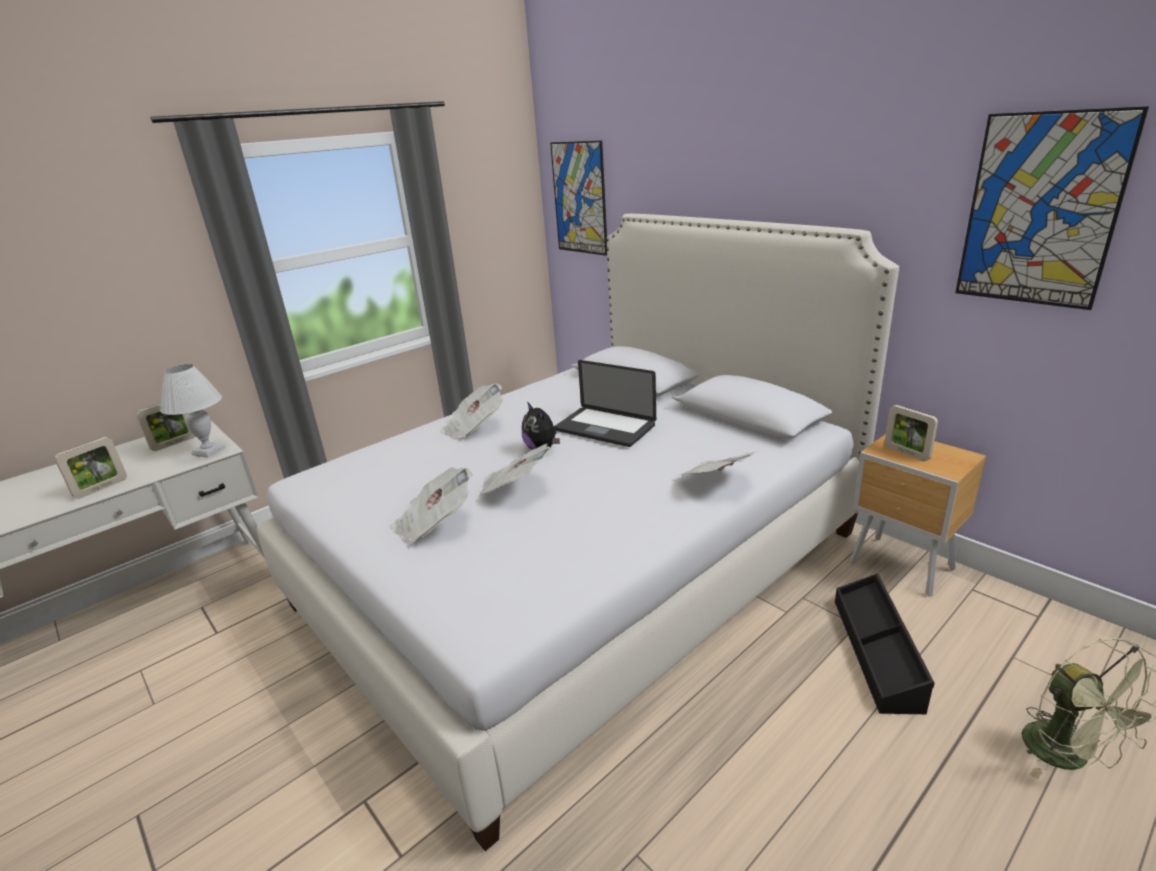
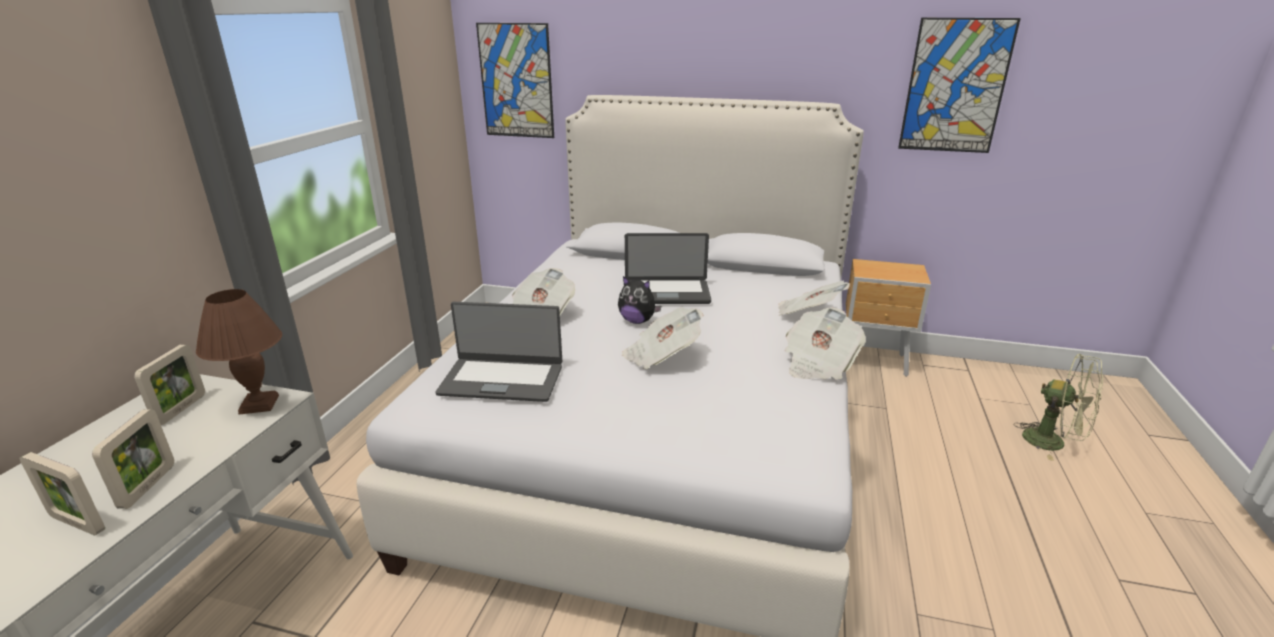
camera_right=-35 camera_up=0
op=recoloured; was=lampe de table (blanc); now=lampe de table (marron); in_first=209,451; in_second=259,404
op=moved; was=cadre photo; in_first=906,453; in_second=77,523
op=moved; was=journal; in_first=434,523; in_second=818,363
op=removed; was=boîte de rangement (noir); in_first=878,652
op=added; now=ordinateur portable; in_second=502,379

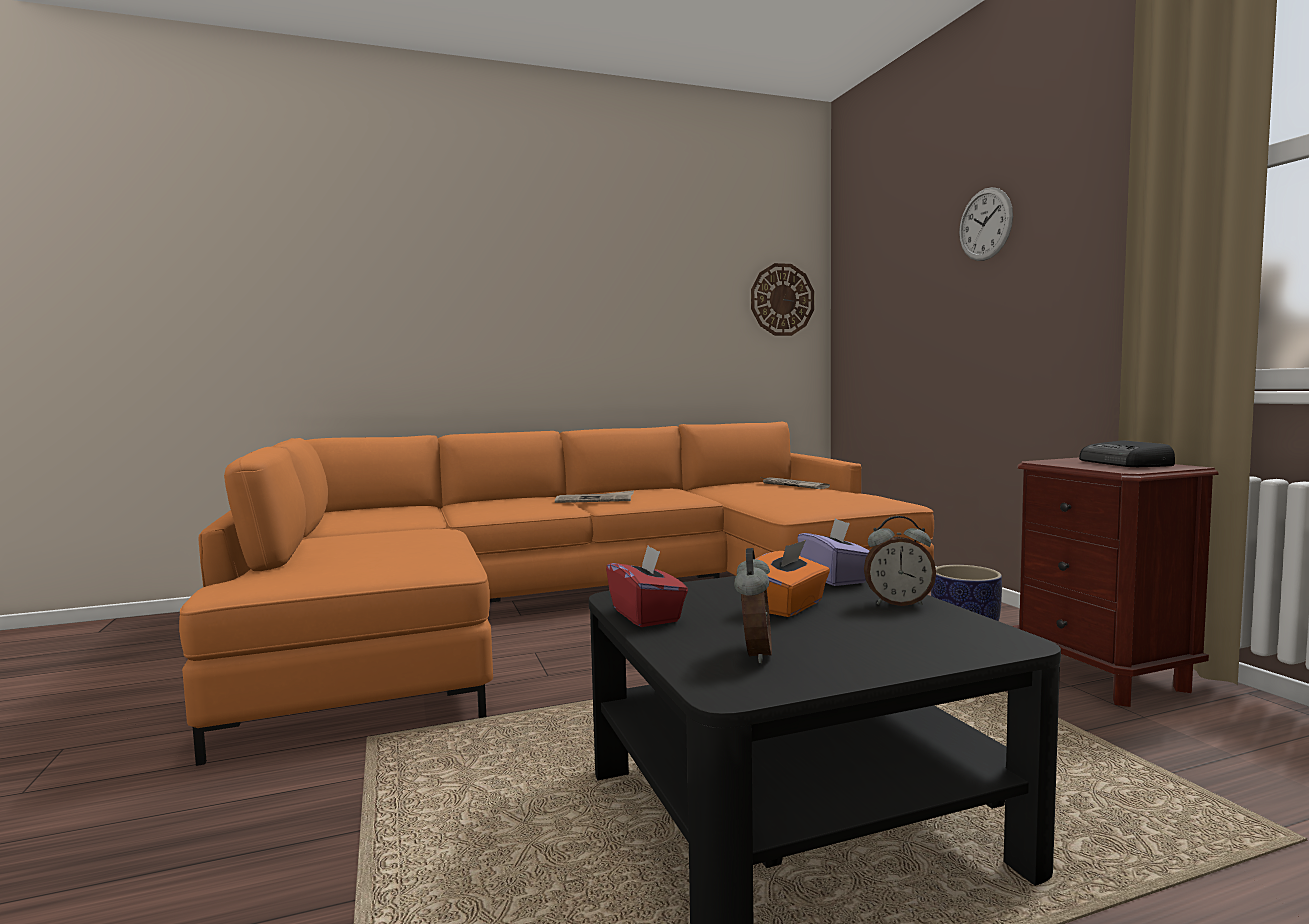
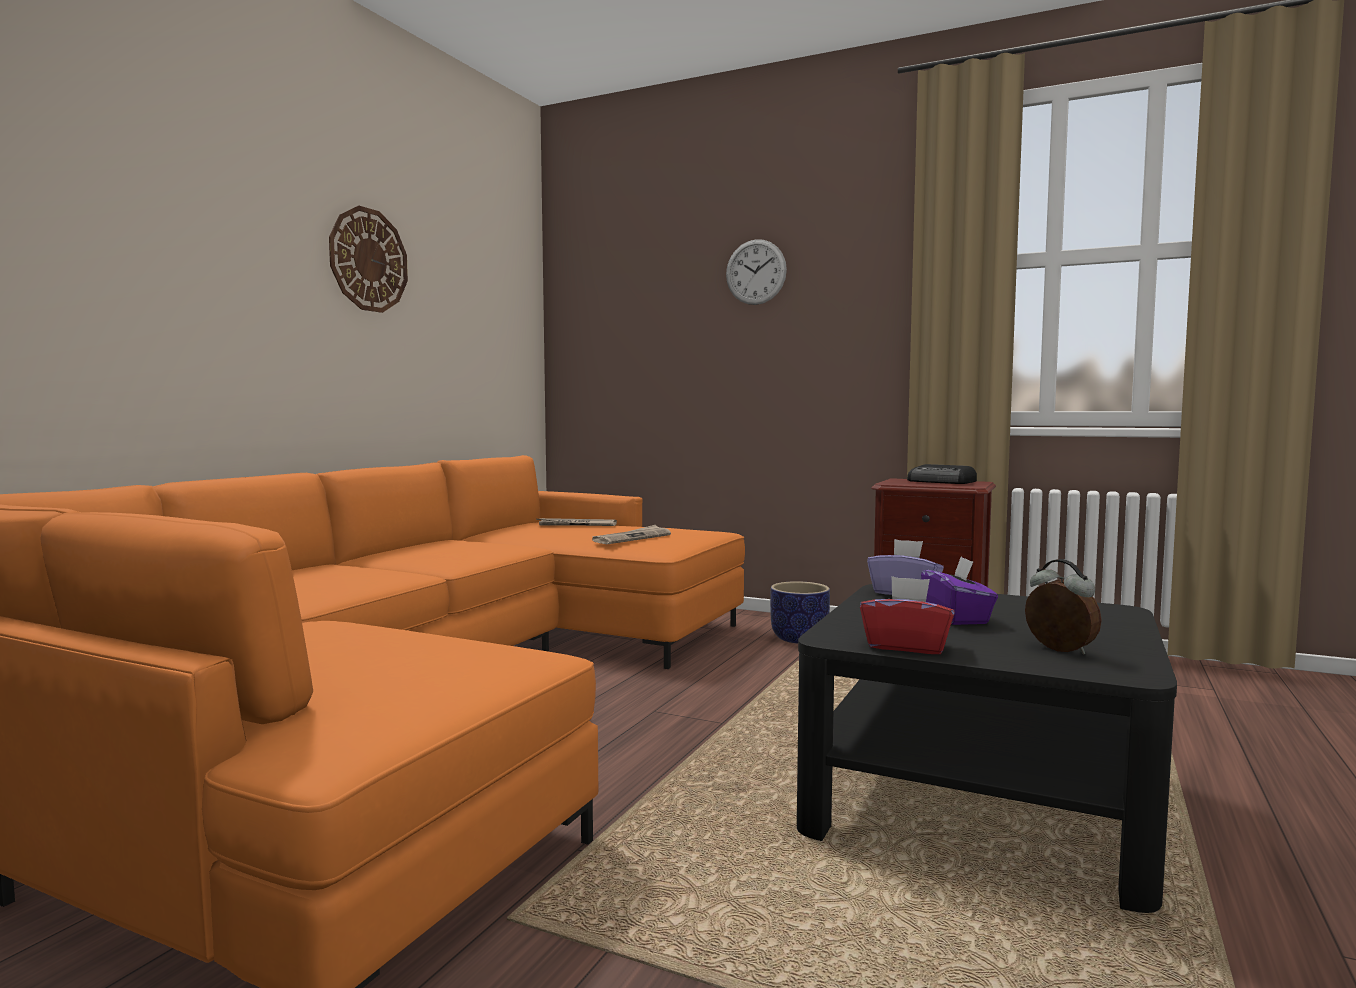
camera_right=-45 camera_up=0
op=moved; was=horloge murale; in_first=782,300; in_second=368,260
op=moved; was=journal; in_first=595,500; in_second=632,538
op=removed; was=réveil; in_first=898,603
op=recoloured; was=boîte à mouchoirs (orange); now=boîte à mouchoirs (violet); in_first=788,606; in_second=957,617

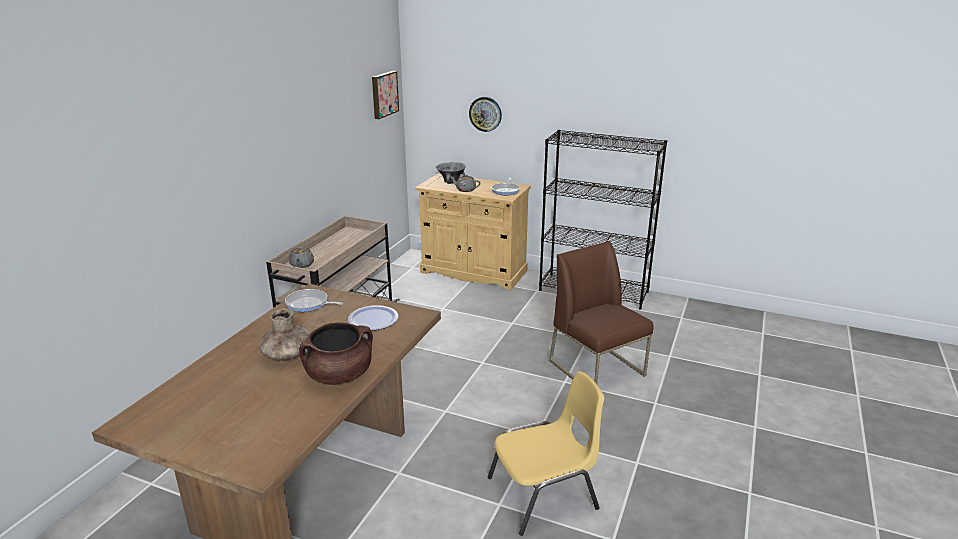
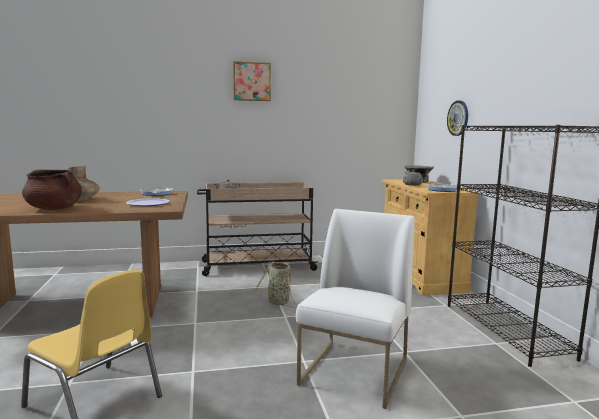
camera_right=55 camera_up=-15
op=moved; was=tableau; in_first=383,94; in_second=251,81
op=recoloured; was=chaise (marron); now=chaise (blanc); in_first=597,368; in_second=355,372
op=added; now=panier; in_second=279,303

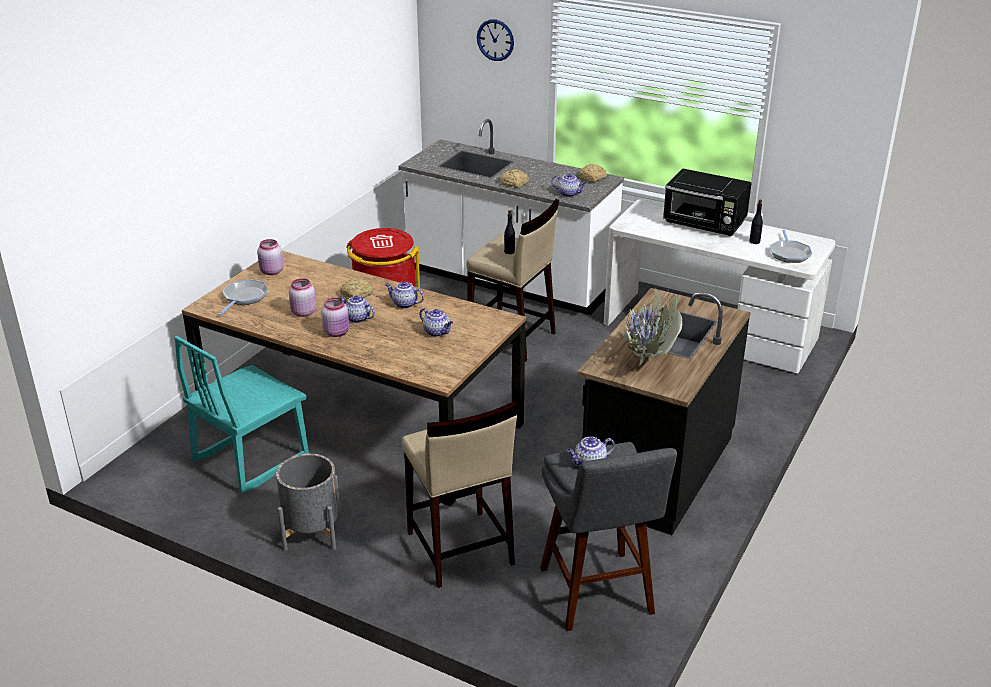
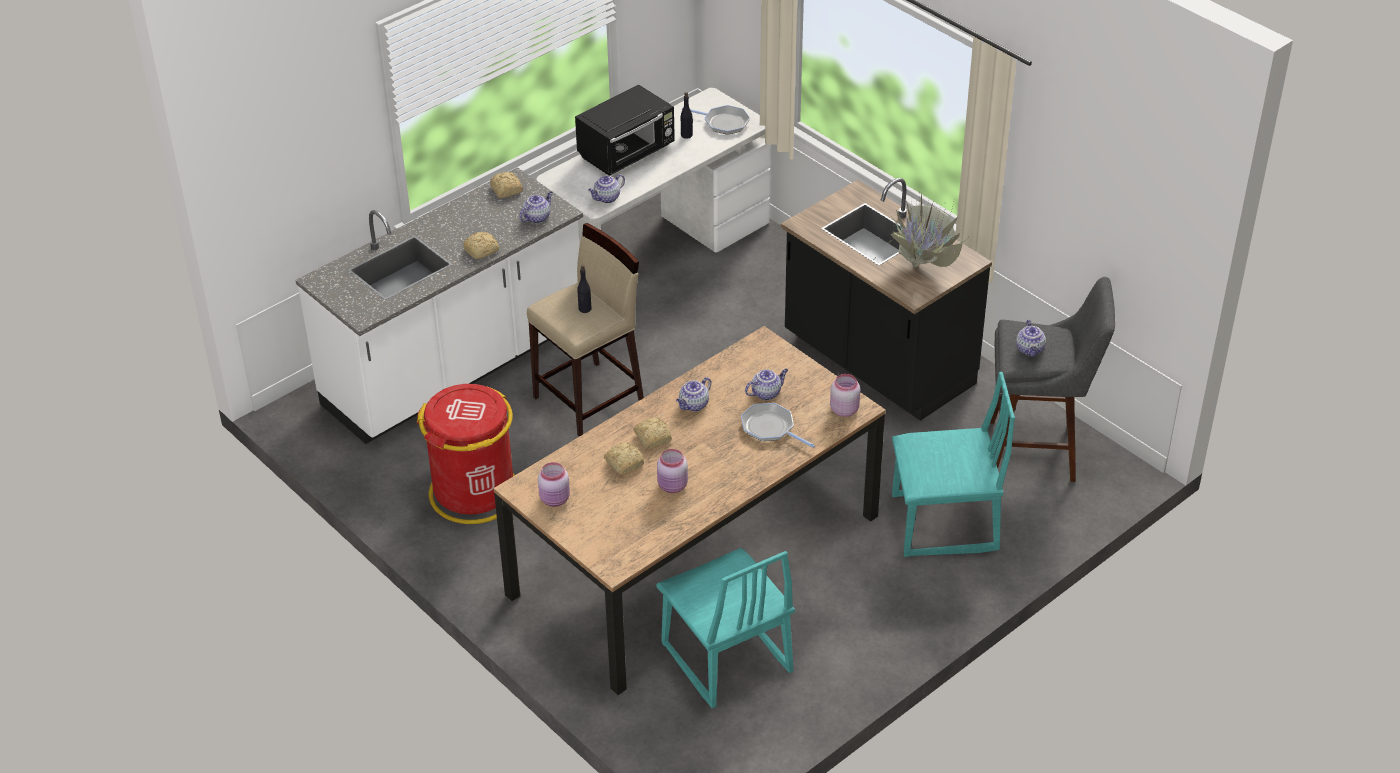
camera_right=-70 camera_up=10
op=removed; was=horloge murale; in_first=495,40
op=moved; was=poêle; in_first=244,297; in_second=770,428
op=moved; was=théière; in_first=357,318; in_second=606,198
op=moved; was=bocal (rose); in_first=337,332; in_second=844,409
op=replaced; was=tabouret (beige); now=chaise (turquoise); in_first=459,549; in_second=944,524
op=removed; was=cache-pot (gris); in_first=312,532
op=added; now=pain; in_second=624,462

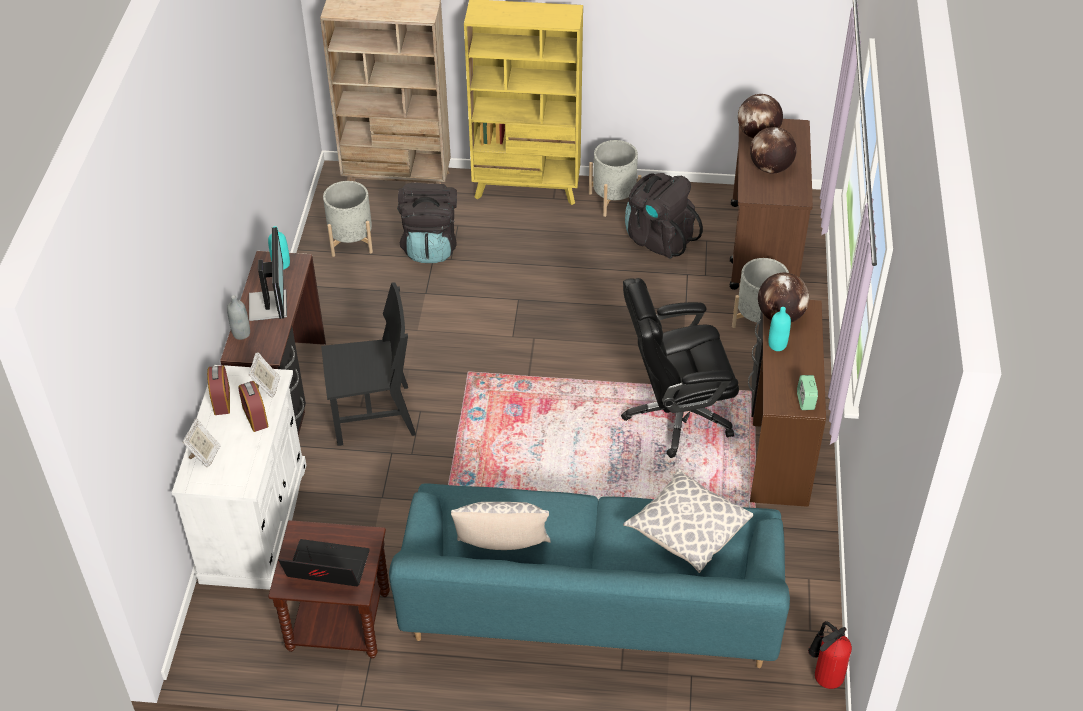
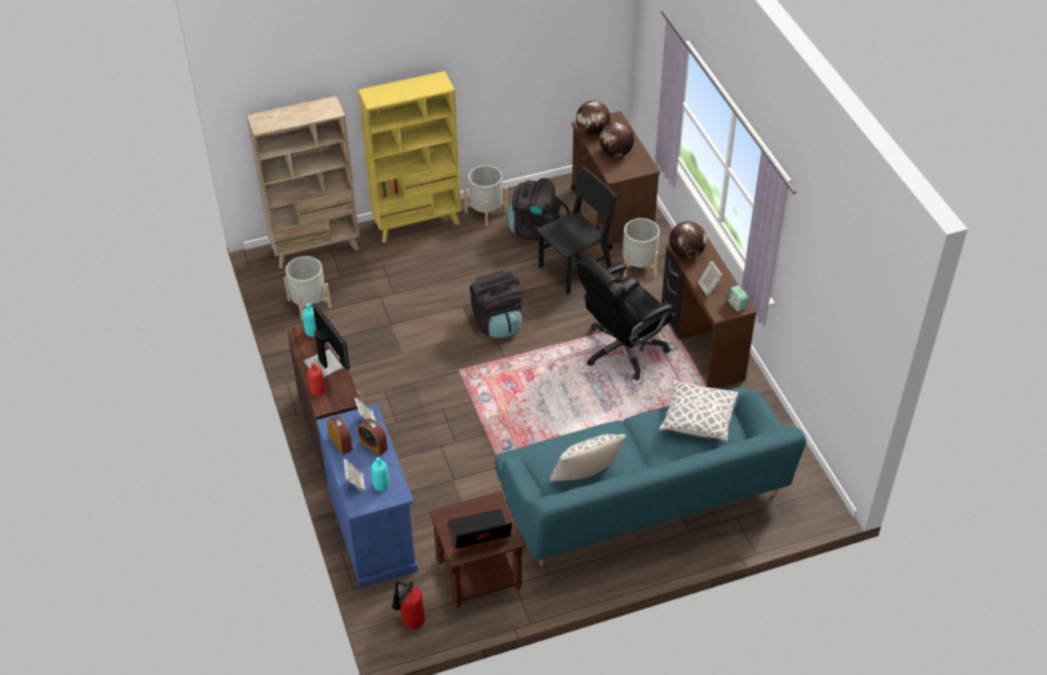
camera_right=-25 camera_up=0
op=moved; was=sac à dos (noir); in_first=430,246; in_second=497,322
op=moved; was=chaise (noir); in_first=373,415; in_second=575,269
op=recoloured; was=bouteille (gris); now=bouteille (rouge); in_first=241,333; in_second=317,391
op=moved; was=bouteille (turquoise); in_first=777,345; in_second=381,486
op=recoloured; was=meuble de rangement (blanc); now=meuble de rangement (bleu); in_first=255,522; in_second=372,530
op=moved; was=extincteur; in_first=823,677; in_second=409,621
op=added; now=cadre photo; in_second=708,287

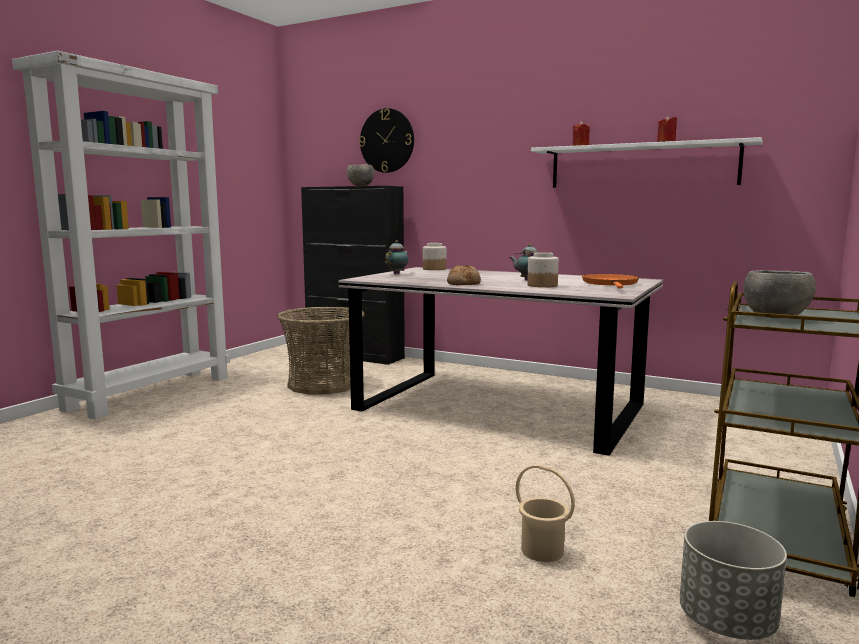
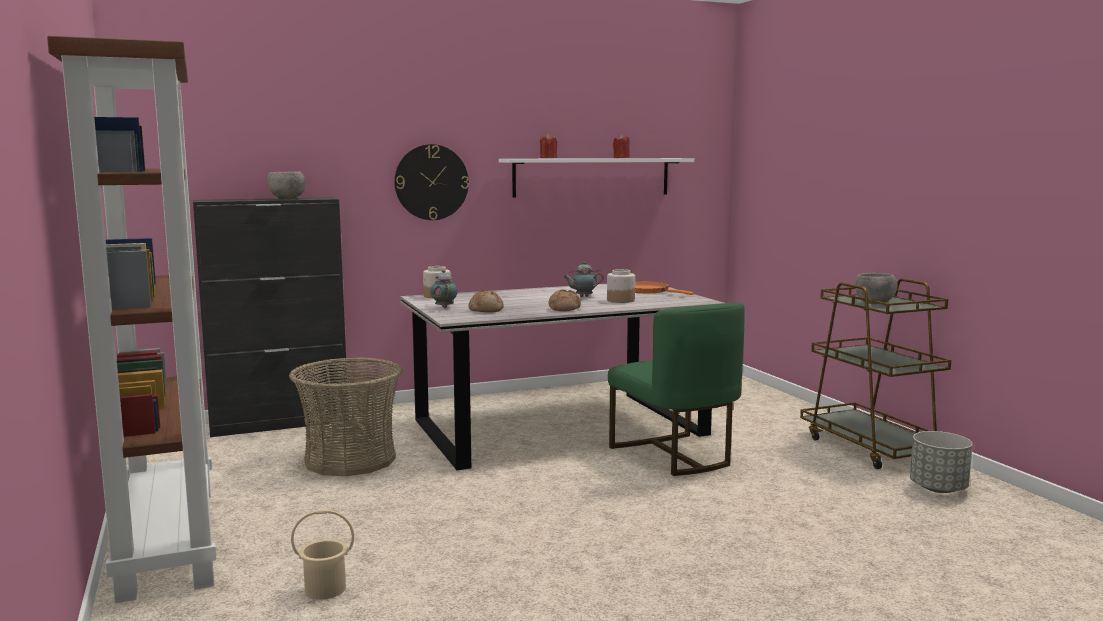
camera_right=-50 camera_up=0
op=recoloured; was=bibliothèque (blanc); now=bibliothèque (marron); in_first=151,392; in_second=167,538
op=moved; was=horloge murale; in_first=387,140; in_second=431,182
op=moved; was=seau (beige); in_first=542,551; in_second=325,590
op=added; now=pain; in_second=486,310
op=added; now=chaise (vert); in_second=674,455

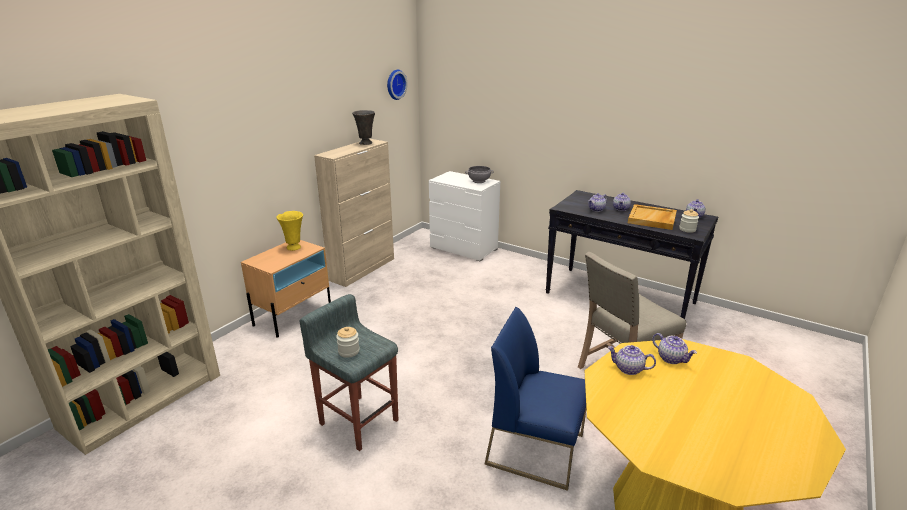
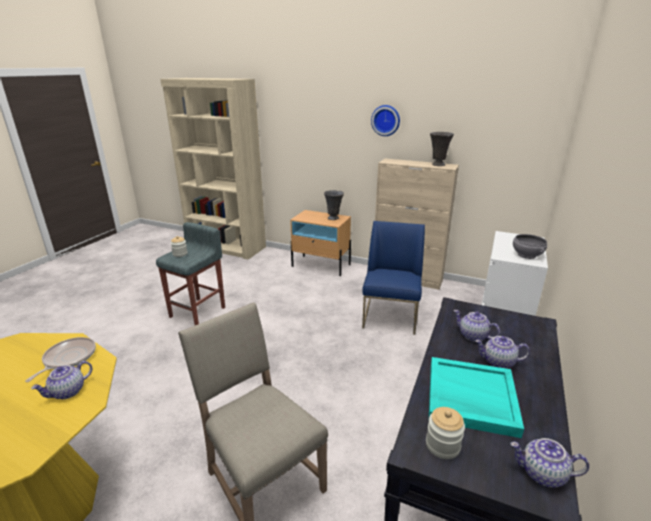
camera_right=80 camera_up=0
op=moved; was=horloge murale; in_first=395,84; in_second=386,120
op=recoloured; was=plateau (beige); now=plateau (turquoise); in_first=652,219; in_second=470,398
op=recoloured; was=vase (jaune); now=vase (gris); in_first=294,247; in_second=333,218
op=moved; was=chaise (bleu); in_first=536,449; in_second=391,316
op=replaced; was=théière; now=poêle; in_first=628,369; in_second=68,358

